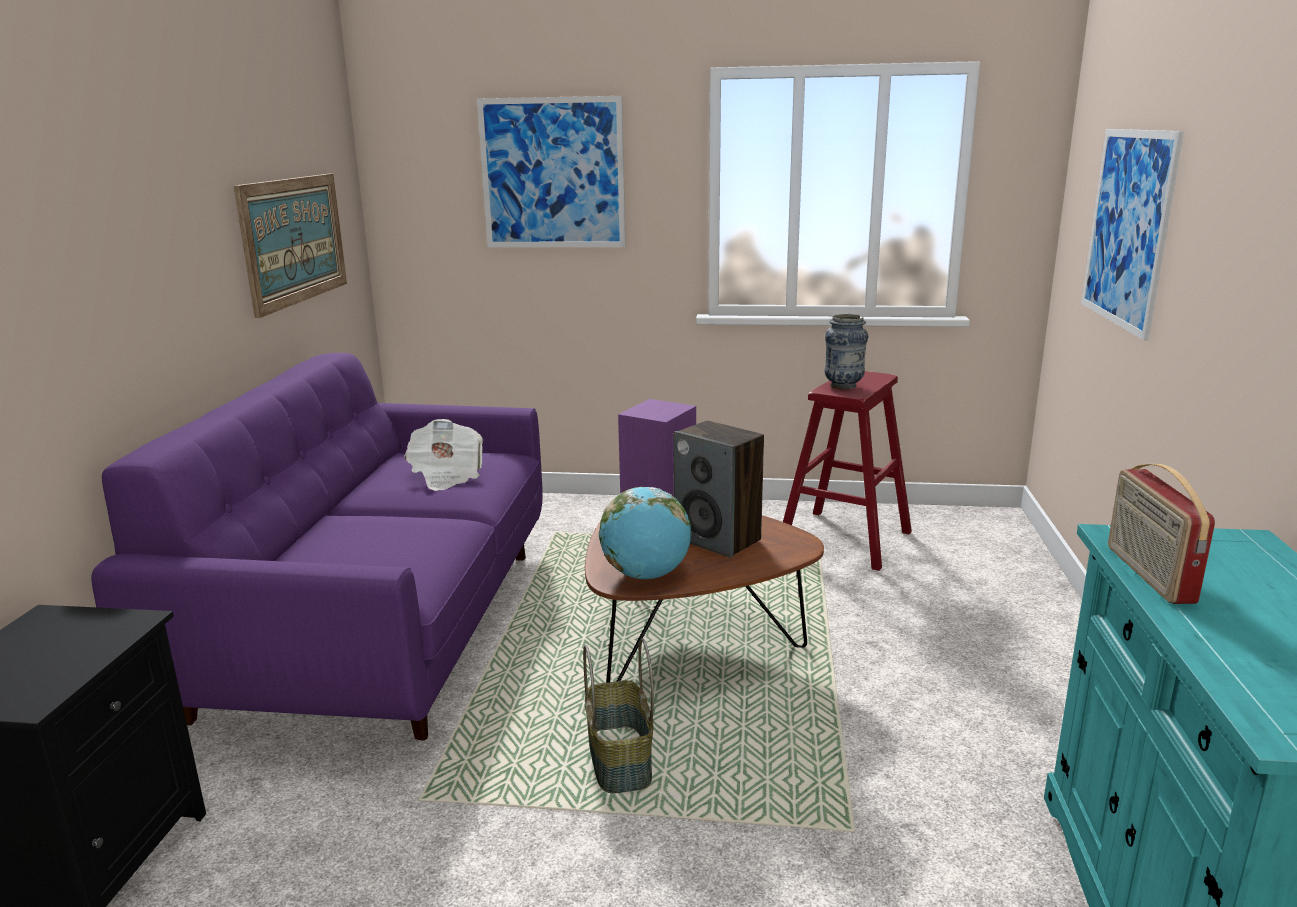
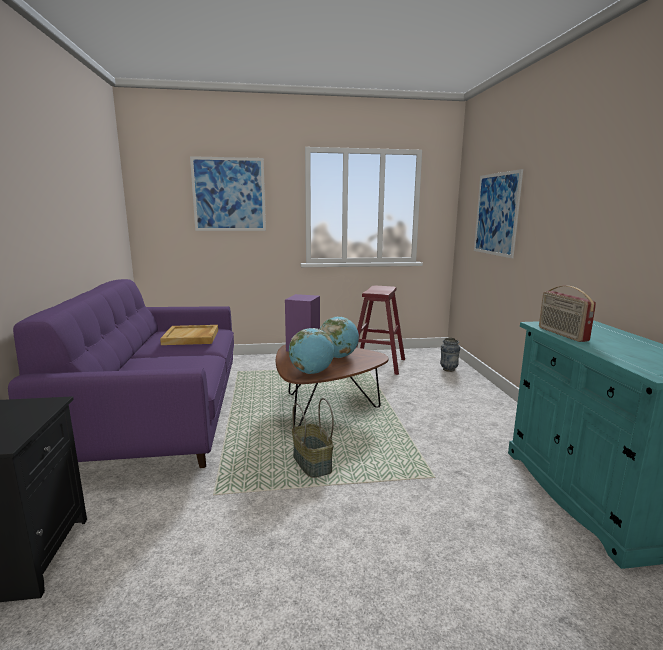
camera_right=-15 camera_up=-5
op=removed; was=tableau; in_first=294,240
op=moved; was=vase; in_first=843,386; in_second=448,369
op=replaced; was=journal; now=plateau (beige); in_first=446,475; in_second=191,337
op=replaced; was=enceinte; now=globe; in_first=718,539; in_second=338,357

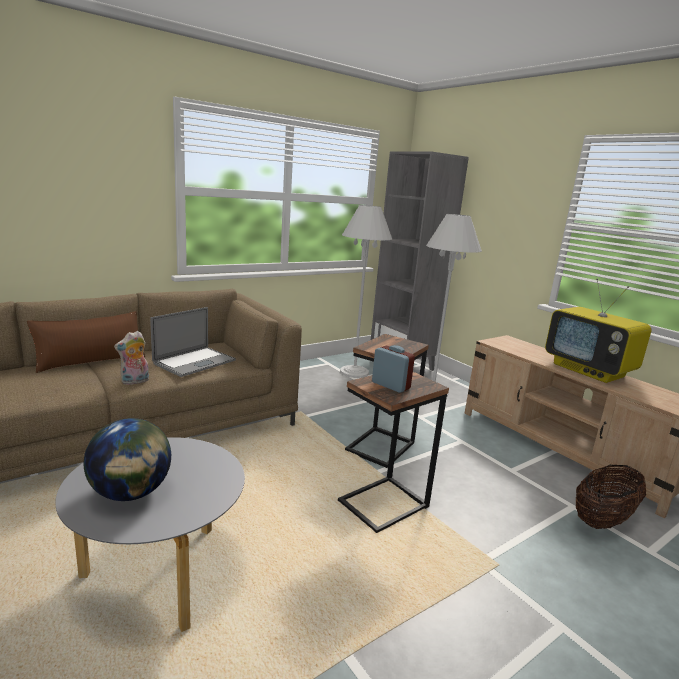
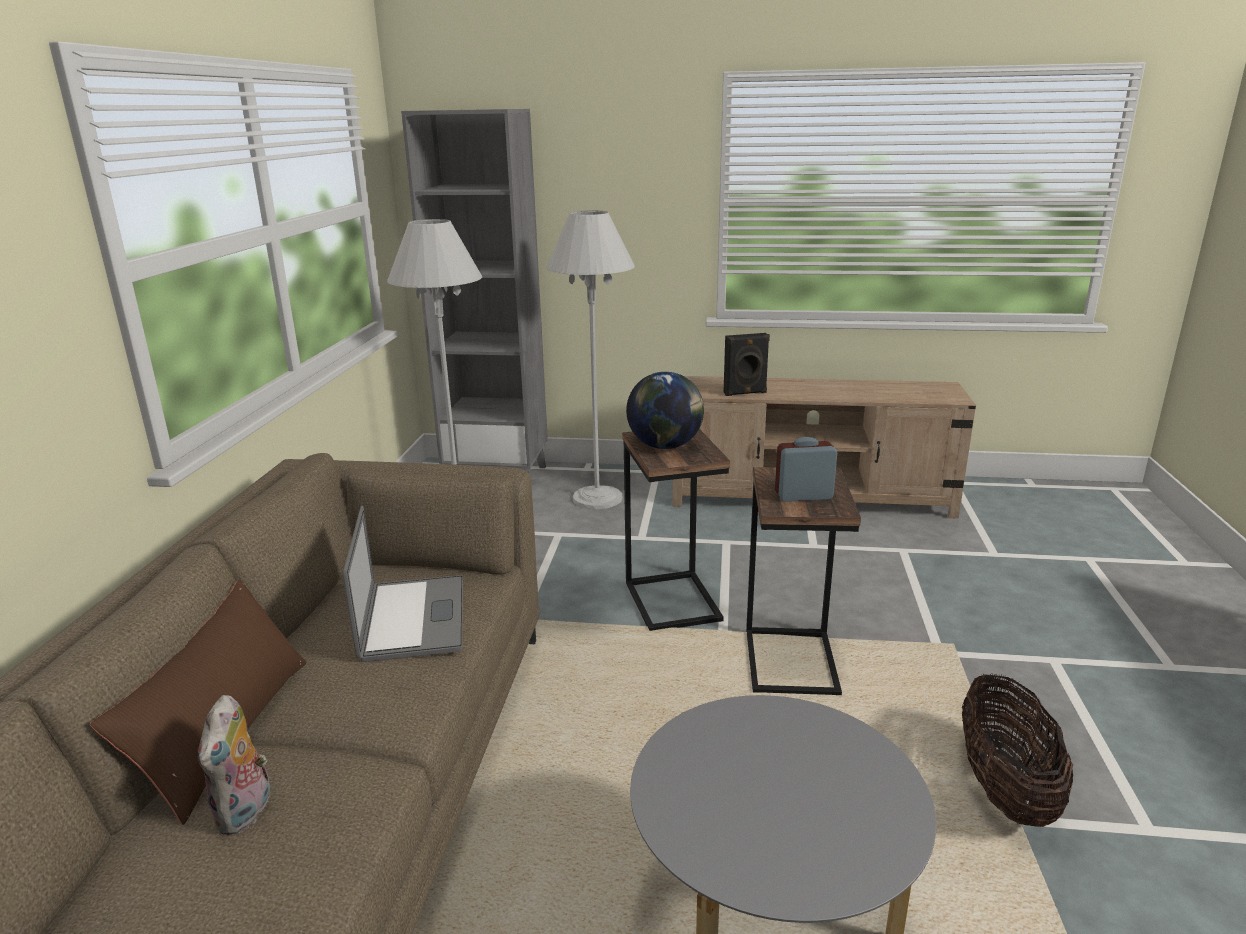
camera_right=-45 camera_up=5
op=removed; was=téléviseur; in_first=589,370
op=moved; was=peluche; in_first=135,382; in_second=246,812
op=moved; was=globe; in_first=131,493; in_second=665,446
op=moved; was=panier; in_first=603,519; in_second=1004,788
op=added; now=enceinte (noir); in_second=745,393

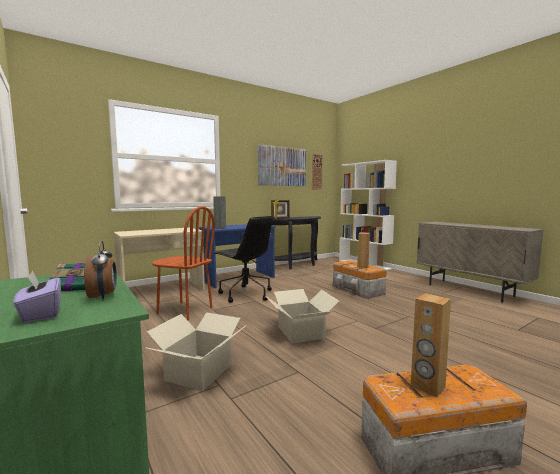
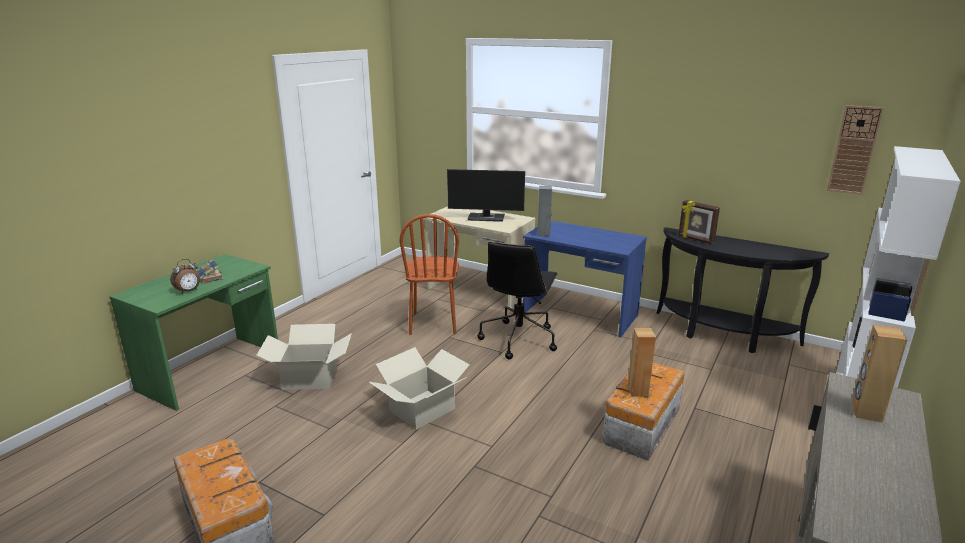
camera_right=65 camera_up=15
op=removed; was=tableau; in_first=282,166
op=removed; was=boîte à mouchoirs (violet); in_first=41,314
op=moved; was=enceinte (marron); in_first=427,387; in_second=866,412
op=added; now=écran d'ordinateur; in_second=487,217

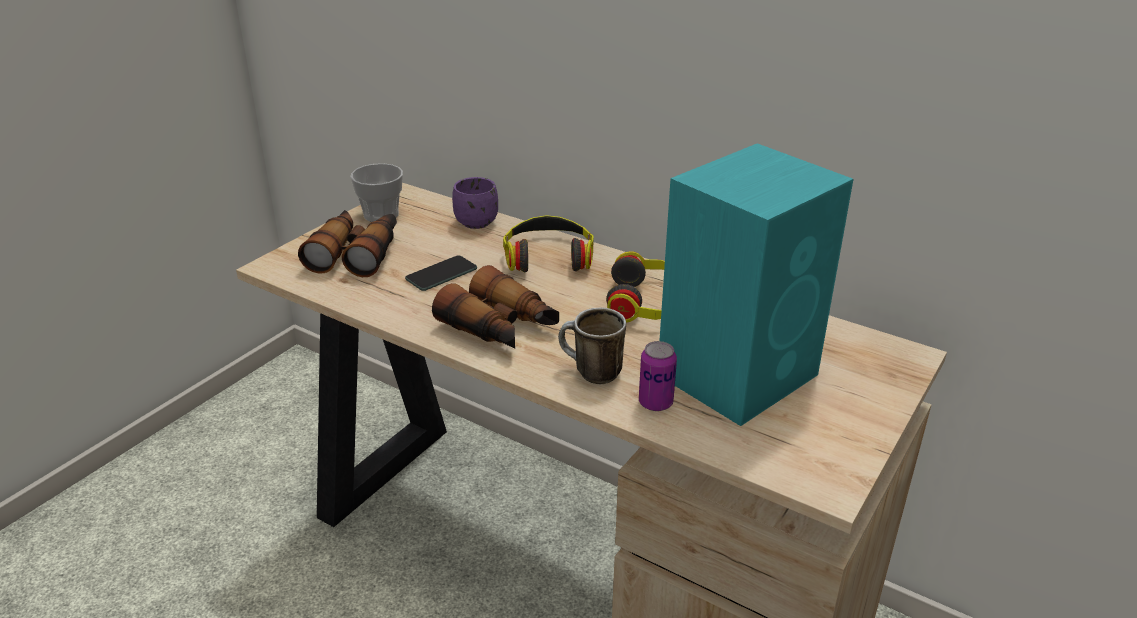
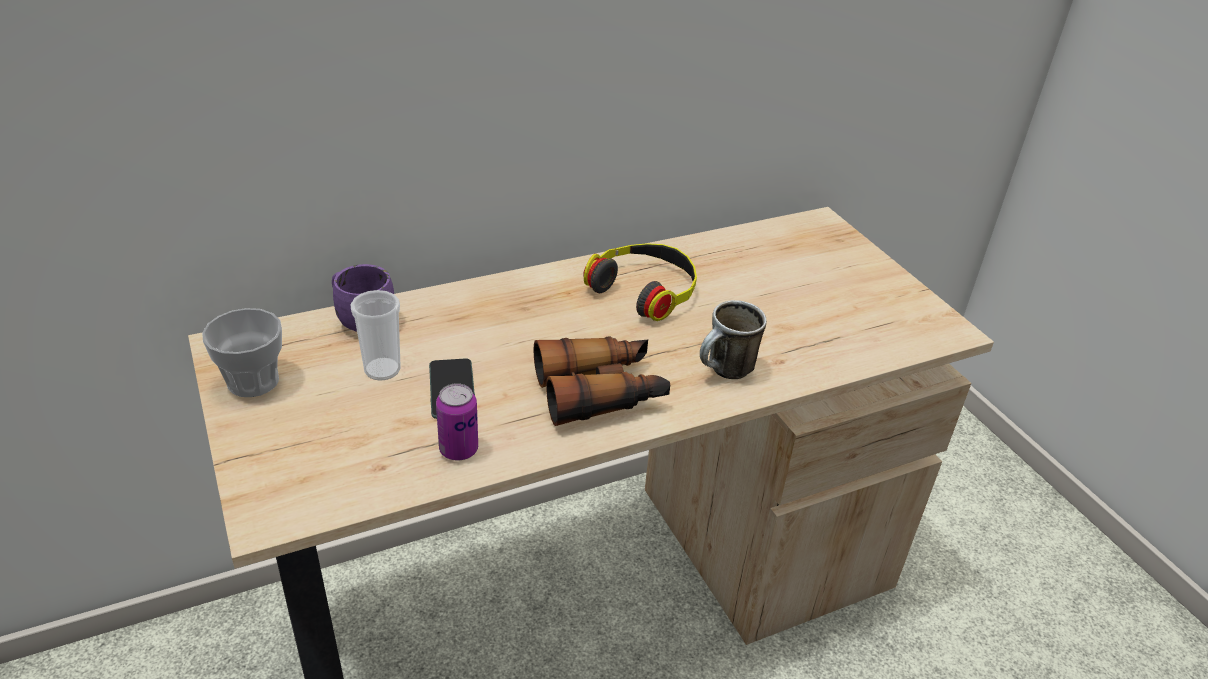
camera_right=-60 camera_up=5
op=removed; was=enceinte (turquoise); in_first=740,373
op=removed; was=jumelles; in_first=356,253
op=removed; was=casque audio; in_first=548,255
op=moved; was=boîte métallique; in_first=655,403; in_second=458,449
op=added; now=tasse; in_second=382,370

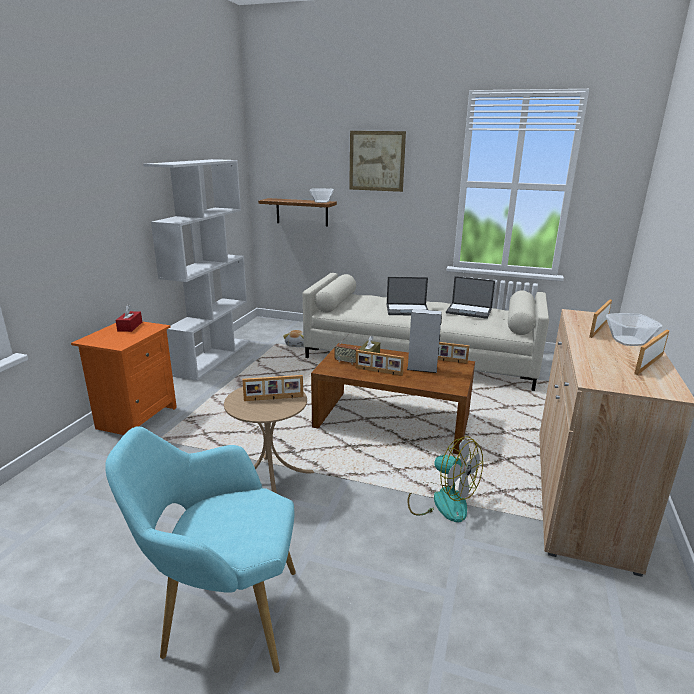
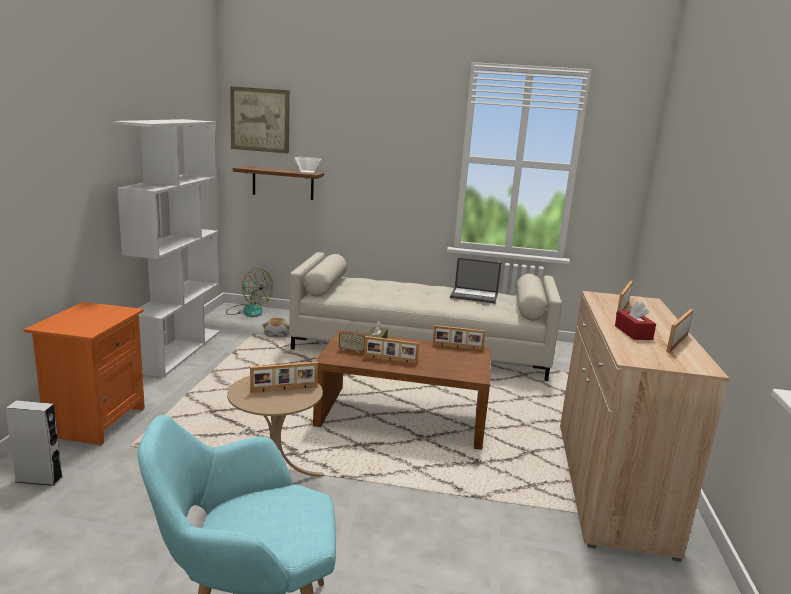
camera_right=-10 camera_up=-5
op=moved; was=tableau; in_first=376,161; in_second=260,120
op=removed; was=ordinateur portable; in_first=408,310
op=moved; was=boîte à mouchoirs (rouge); in_first=130,326; in_second=633,332
op=moved; was=enceinte (gris); in_first=422,369; in_second=39,479
op=removed; was=bol; in_first=628,341
op=moved; was=ventilateur; in_first=441,500; in_second=248,310

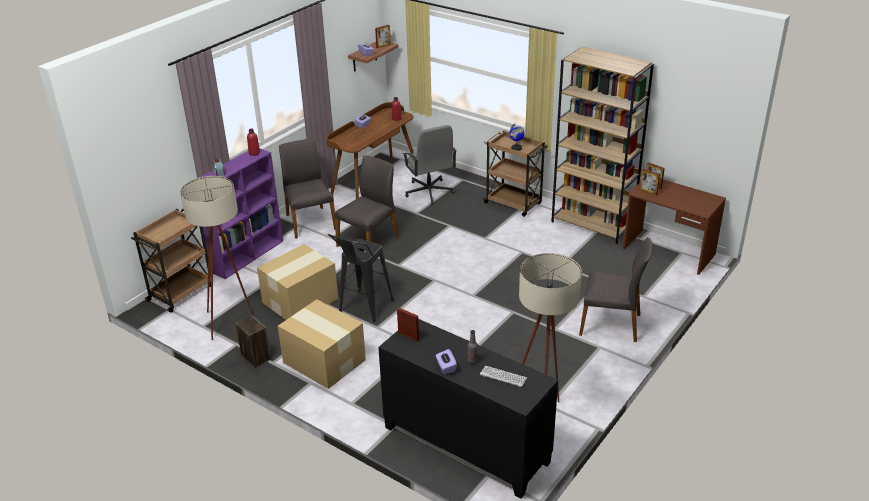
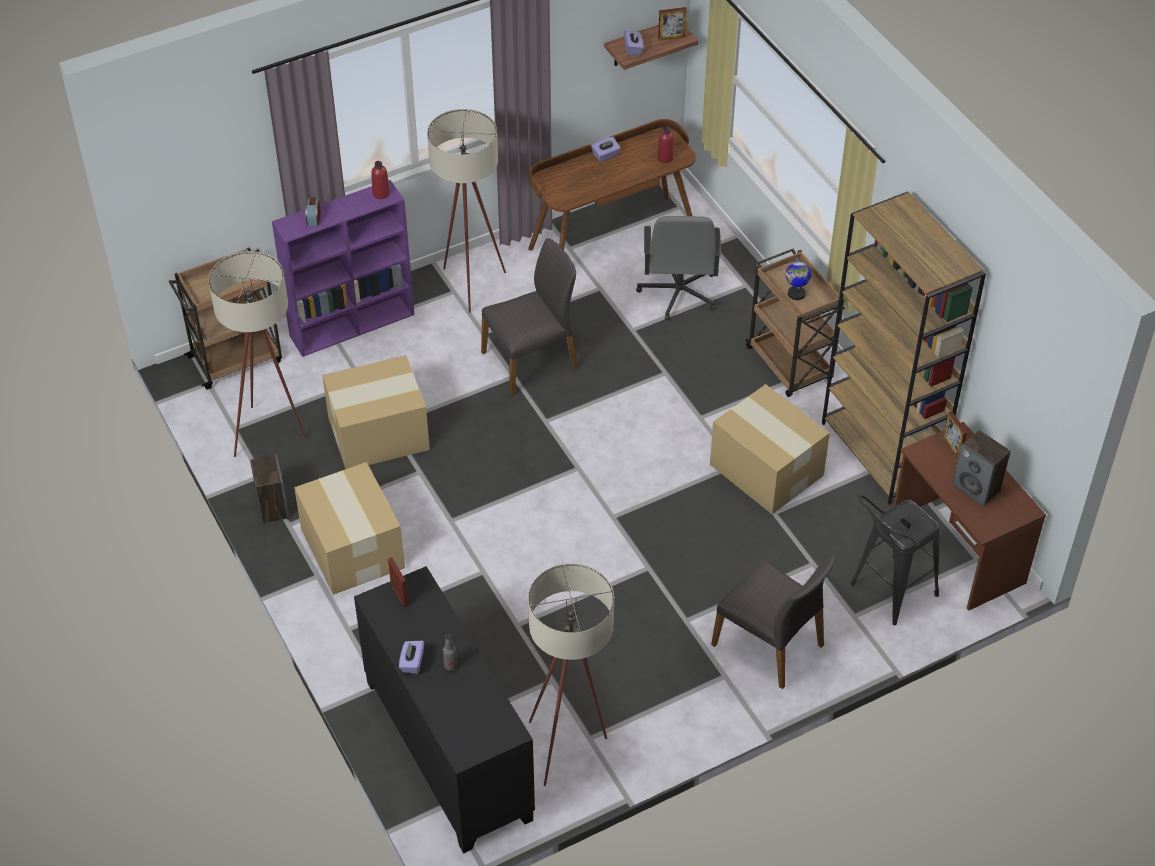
camera_right=25 camera_up=15
op=replaced; was=chaise (gris); now=lampadaire (beige); in_first=310,221; in_second=471,290
op=removed; was=cadre photo; in_first=648,192
op=moved; was=tabouret (noir); in_first=363,309; in_second=887,594
op=removed; was=clavier; in_first=503,376
op=added; now=carton; in_second=767,471
op=added; now=enceinte; in_second=977,488

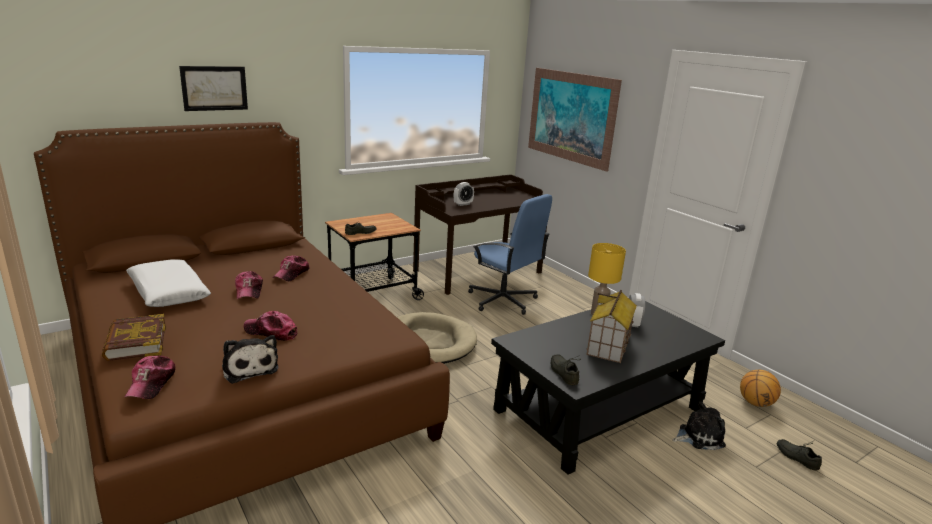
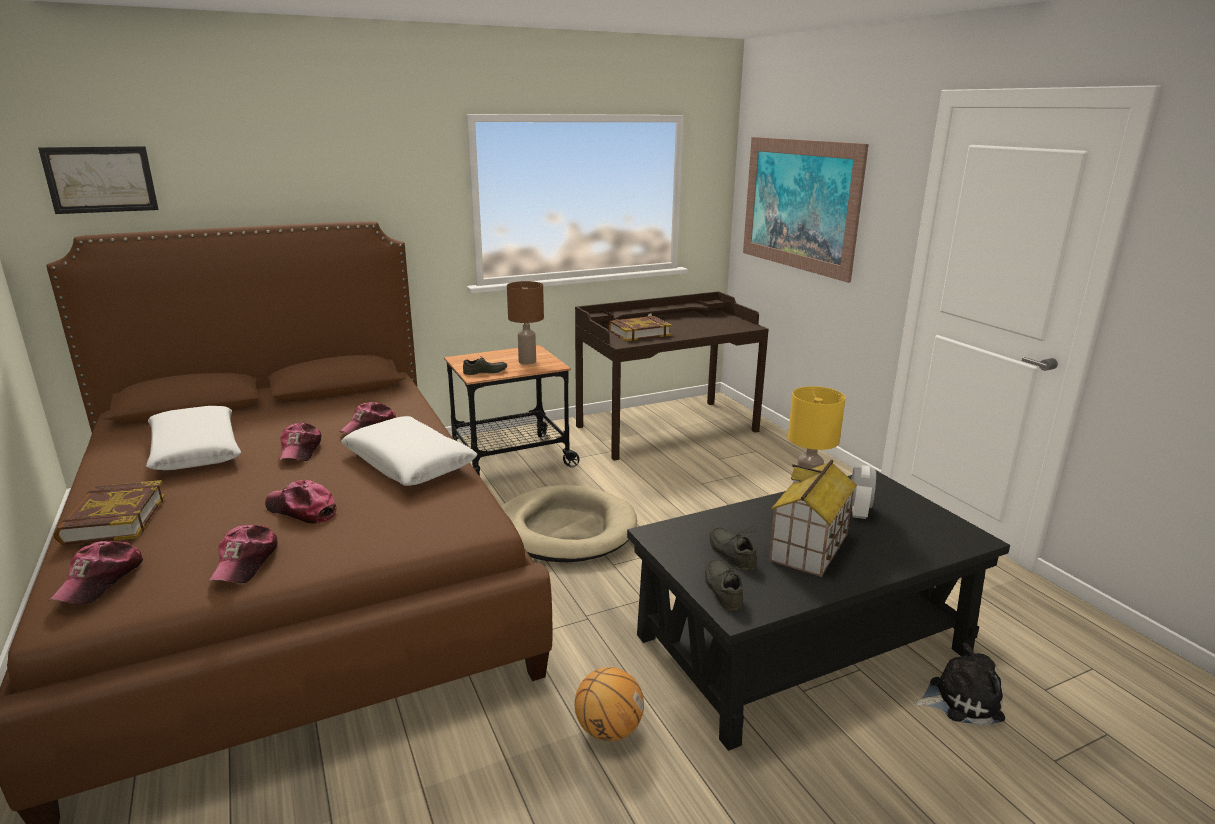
camera_right=10 camera_up=0
op=moved; was=tableau; in_first=214,88; in_second=101,179
op=replaced; was=réveil; now=livre; in_first=463,204; in_second=639,333
op=removed; was=chaise de bureau (bleu); in_first=503,300
op=replaced; was=peluche; now=casquette; in_first=249,367; in_second=246,562
op=moved; was=ballon de basket; in_first=755,403; in_second=608,730
op=moved; was=chaussure (gris); in_first=797,457; in_second=733,553
op=added; now=lampe de table (marron); in_second=527,362
op=added; now=coussin (blanc); in_second=409,463

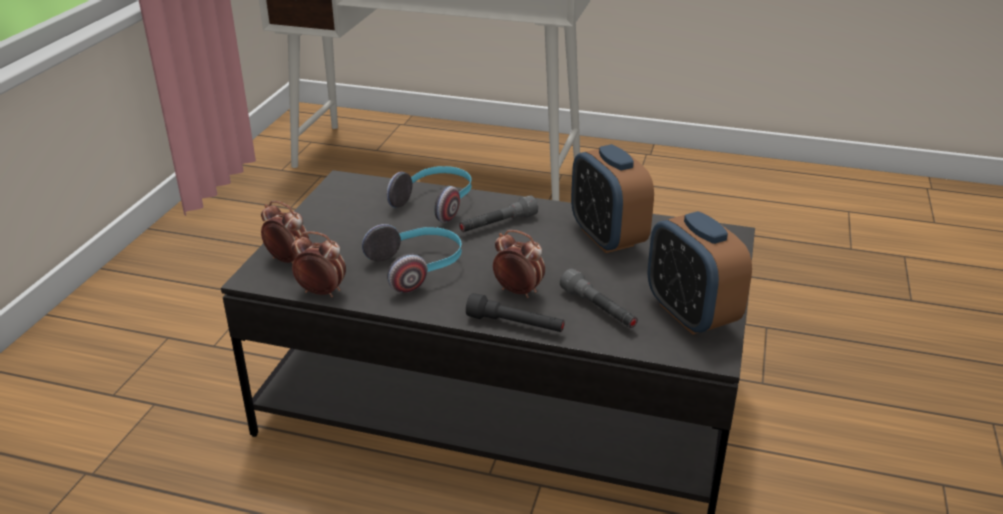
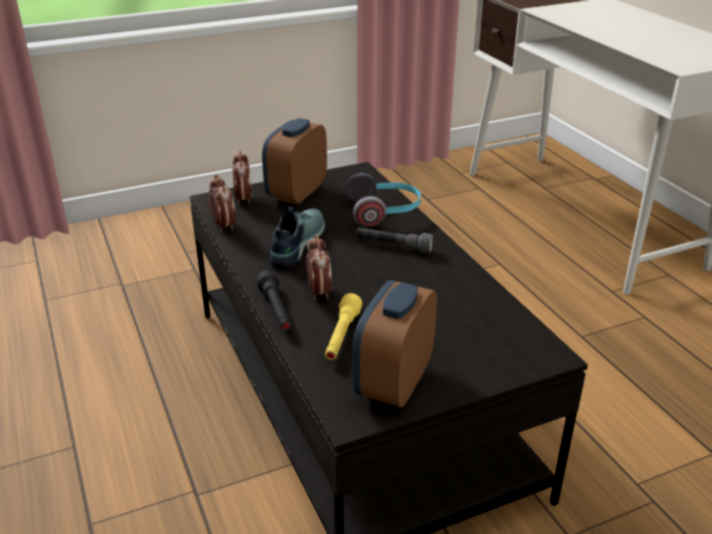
camera_right=50 camera_up=0
op=moved; was=réveil; in_first=607,237; in_second=296,193
op=replaced; was=casque audio; now=chaussure; in_first=418,268; in_second=294,243
op=recoloured; was=lampe de poche (gris); now=lampe de poche (jaune); in_first=598,309; in_second=341,336

